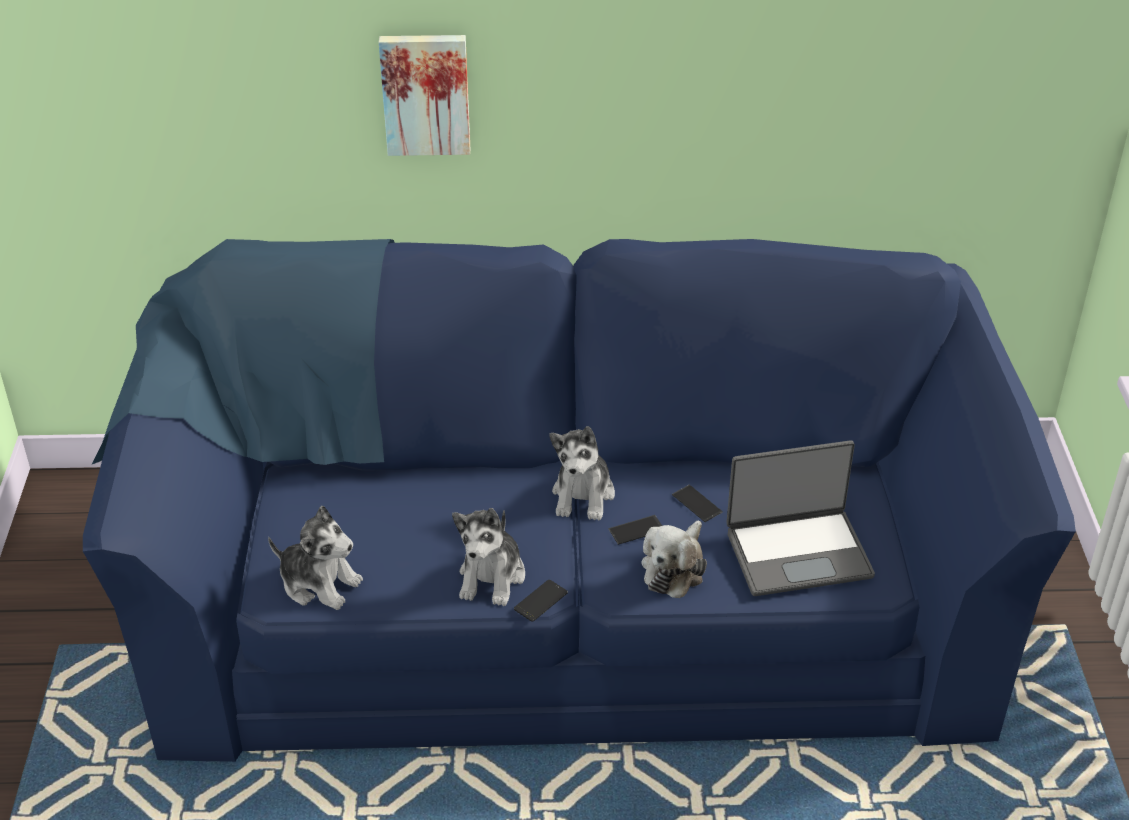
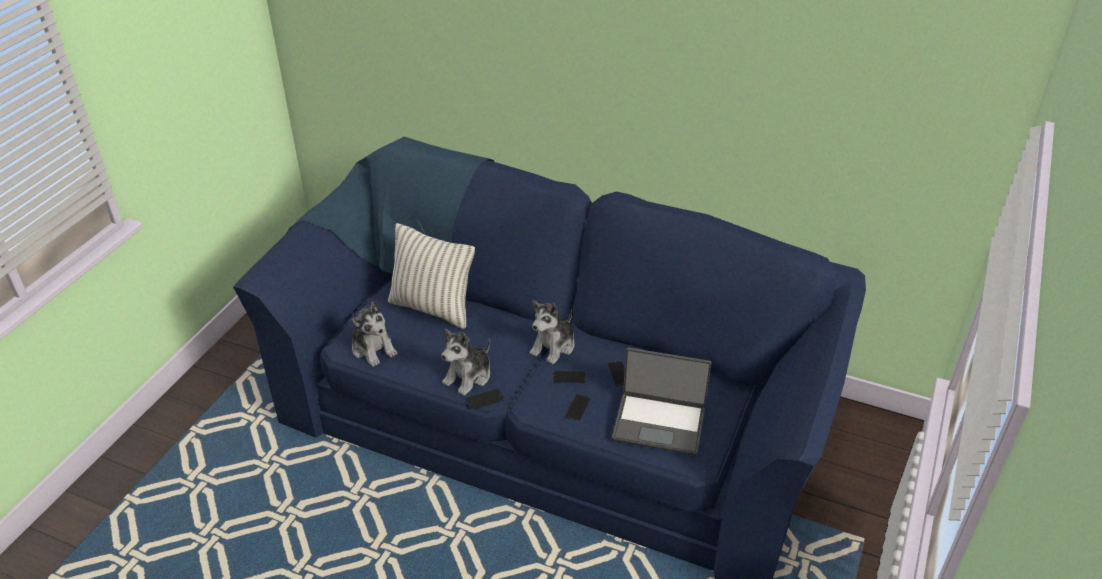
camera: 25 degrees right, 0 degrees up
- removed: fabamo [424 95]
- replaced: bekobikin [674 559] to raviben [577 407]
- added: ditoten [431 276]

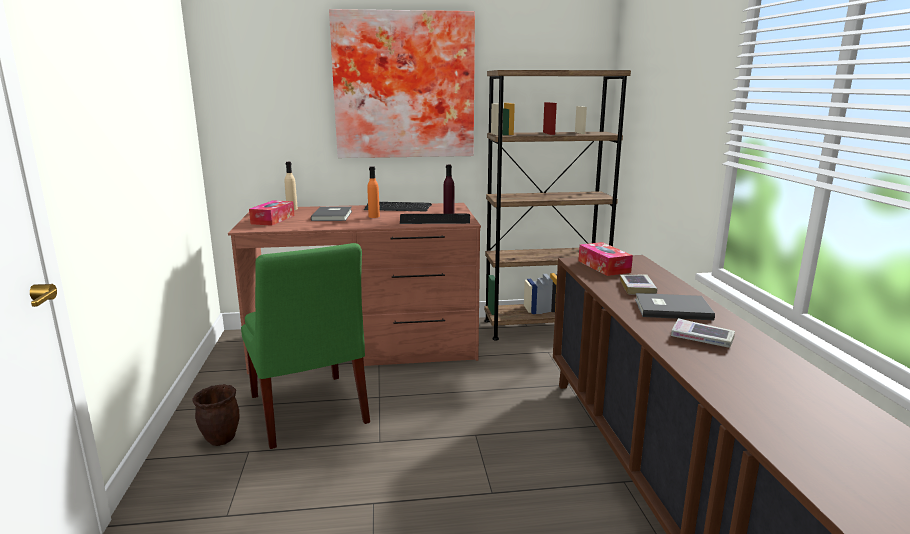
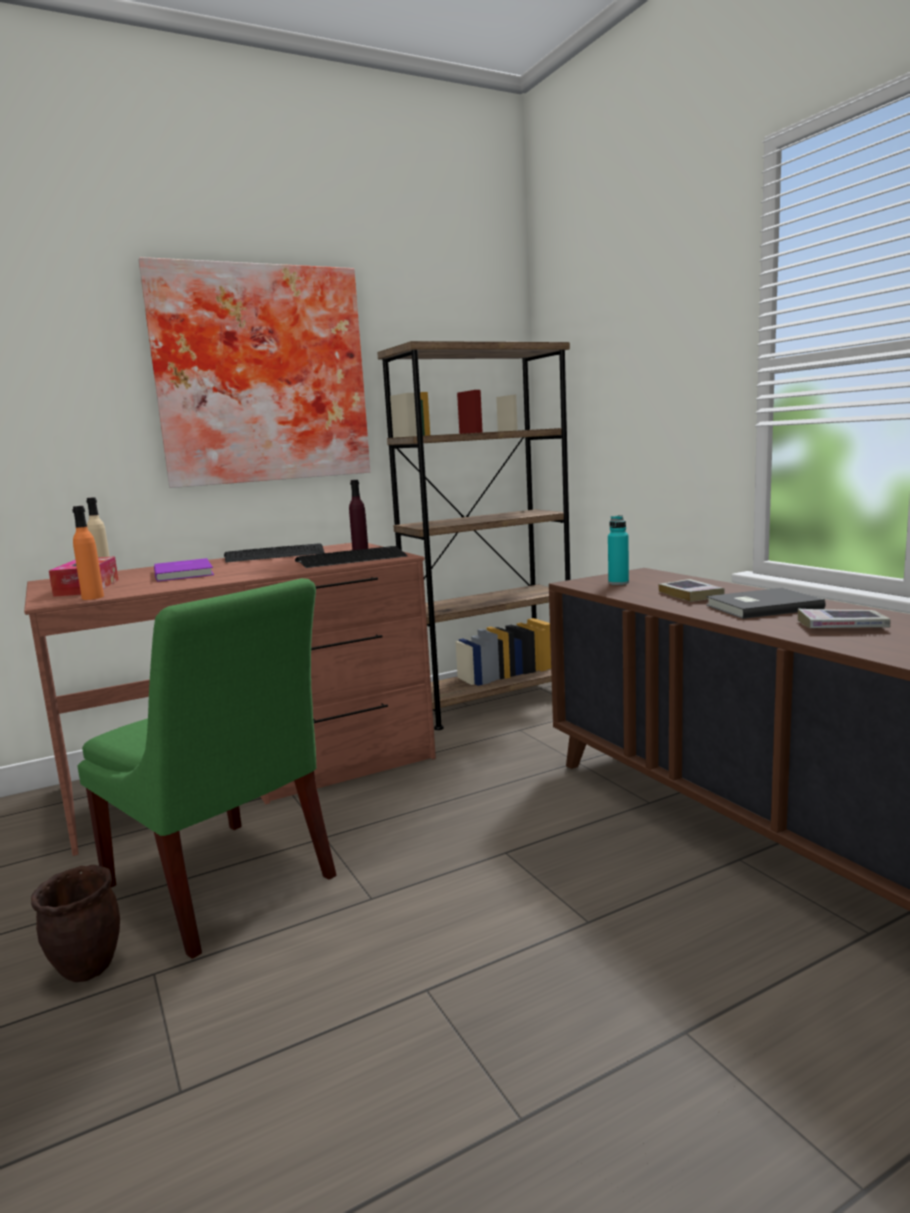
camera: 20 degrees left, 5 degrees down
- recoloured: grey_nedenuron [331 214] to purple_nedenuron [184 570]
- moved: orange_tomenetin [373 192] to [88 553]
- replaced: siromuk [605 259] to turquoise_tomenetin [618 550]

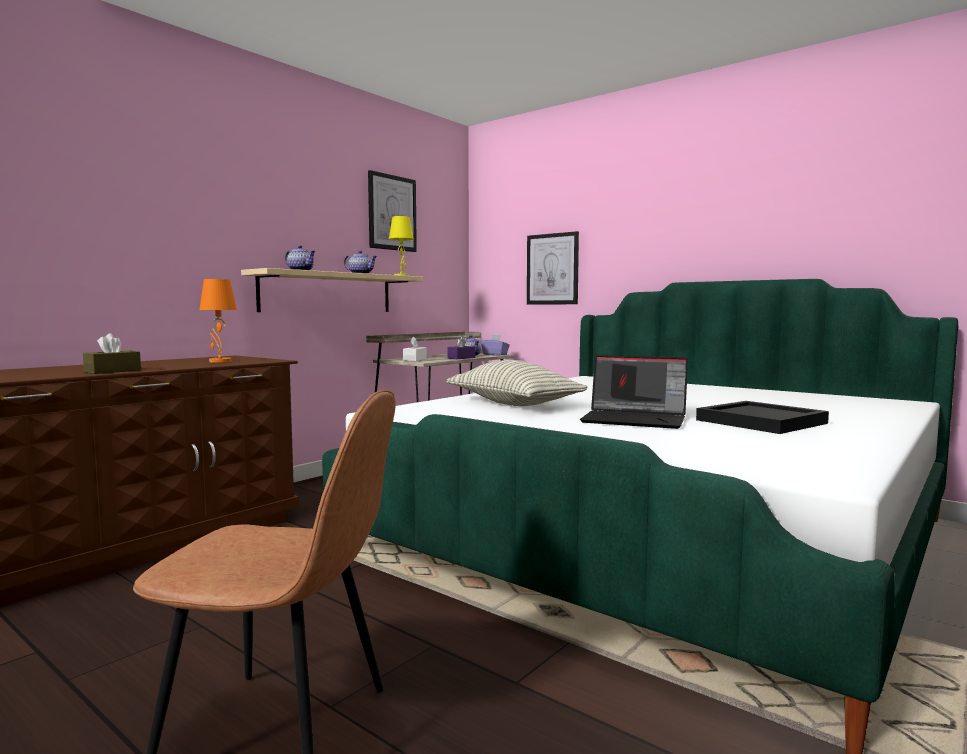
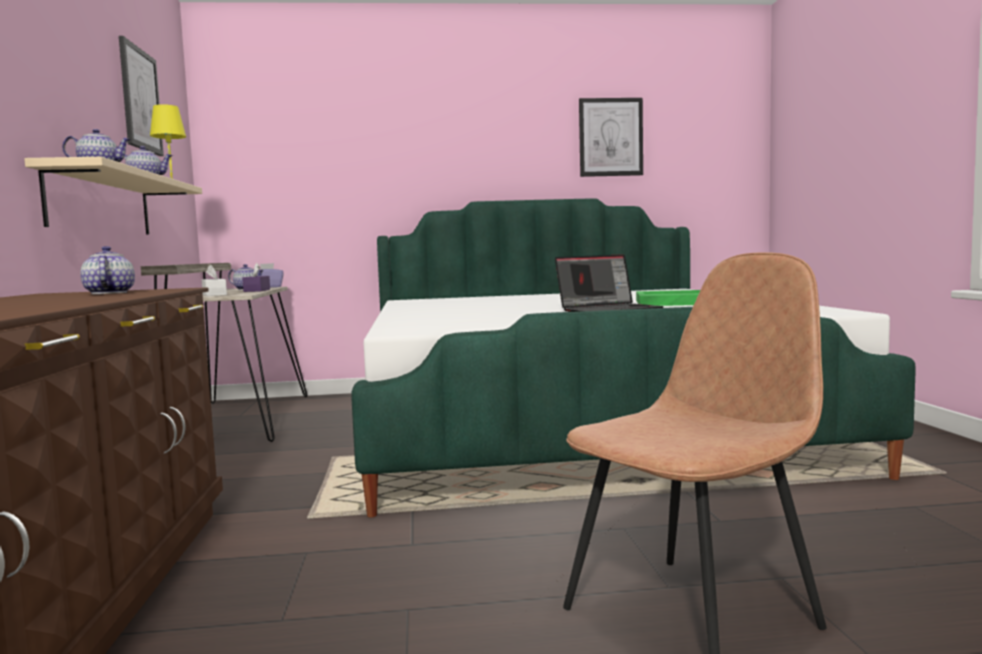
camera: 45 degrees left, 0 degrees up
- removed: brown_siromuk [112 353]
- replaced: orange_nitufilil [218 321] to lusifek [107 270]
- removed: ditoten [517 383]
- moved: fabamo [553 268] to [611 137]
- recoloured: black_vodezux [762 417] to green_vodezux [668 298]

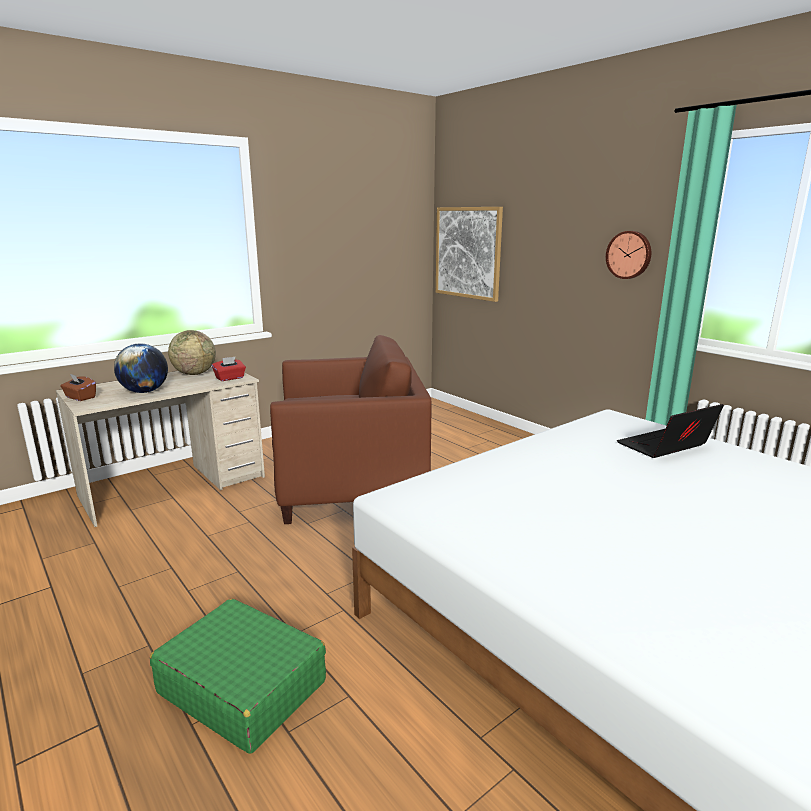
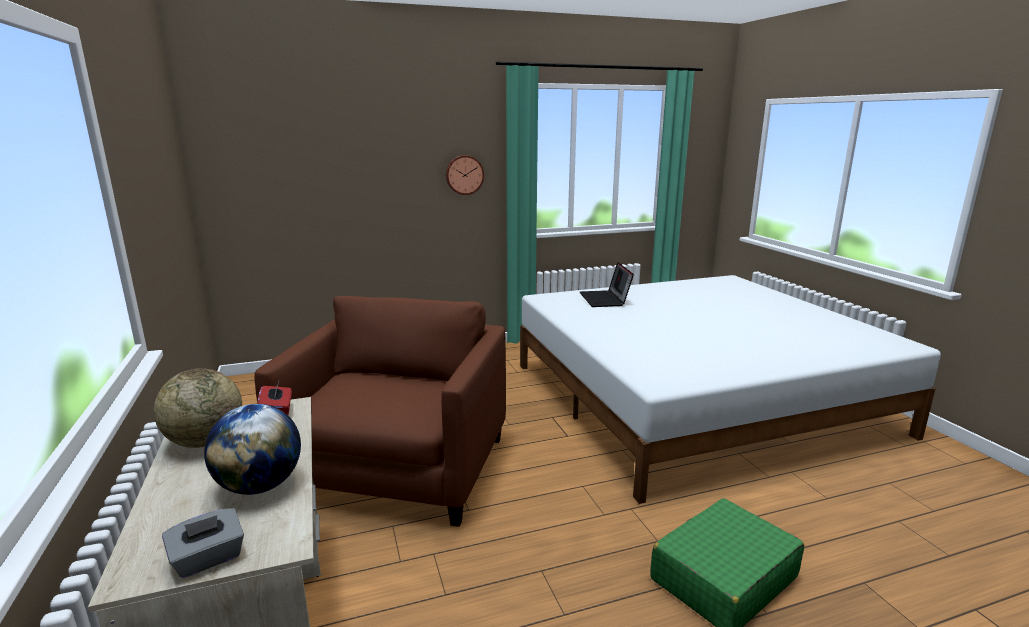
camera: 70 degrees left, 0 degrees up
- recoloured: brown_siromuk [78 387] to grey_siromuk [203 543]
- removed: fabamo [469 254]

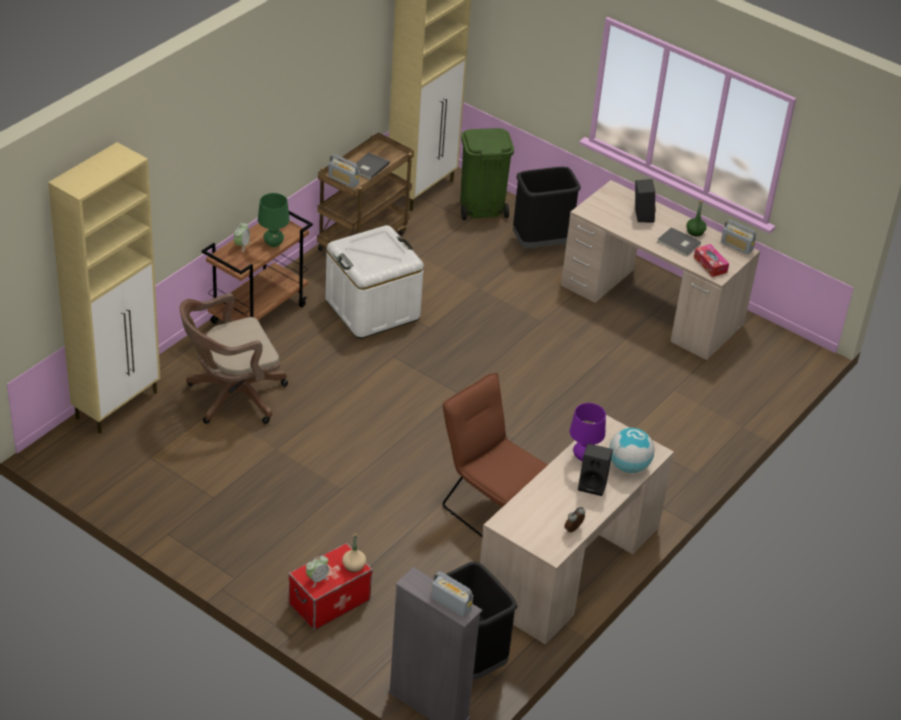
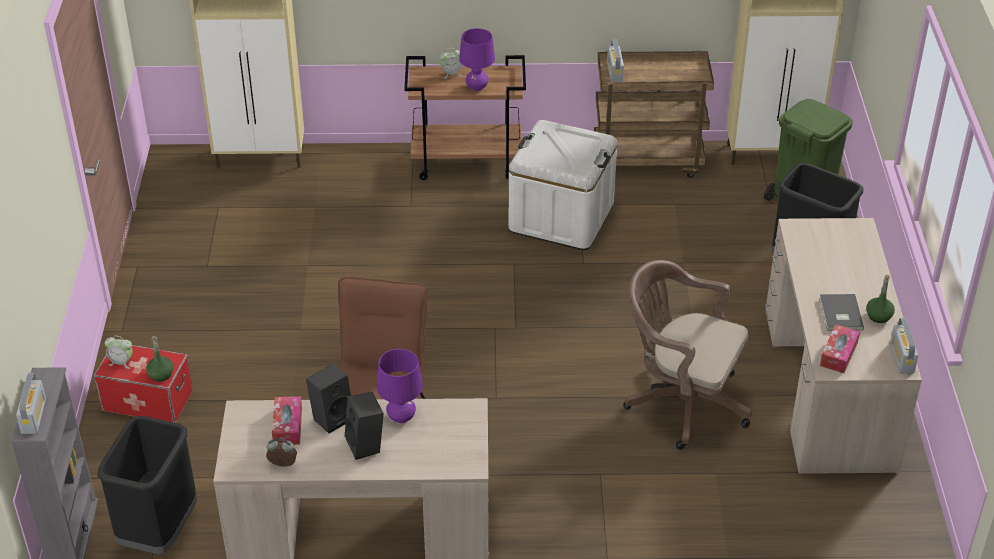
camera: 55 degrees right, 0 degrees up
- moved: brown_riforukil [233 358] to [687 355]
- recoloured: green_nitufilil [274 220] to purple_nitufilil [477 59]
- recoloured: beige_tomenetin [354 552] to green_tomenetin [160 359]
- removed: grey_nedenuron [371 166]
- removed: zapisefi [632 450]
- moved: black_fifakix [645 201] to [328 398]
- added: siromuk [287 420]

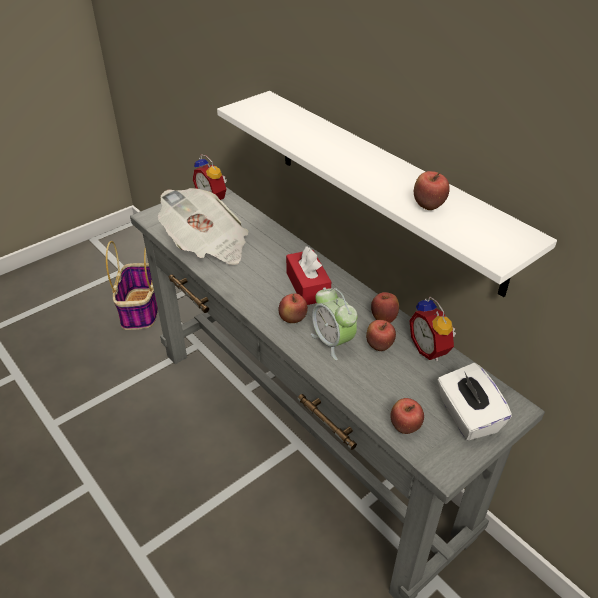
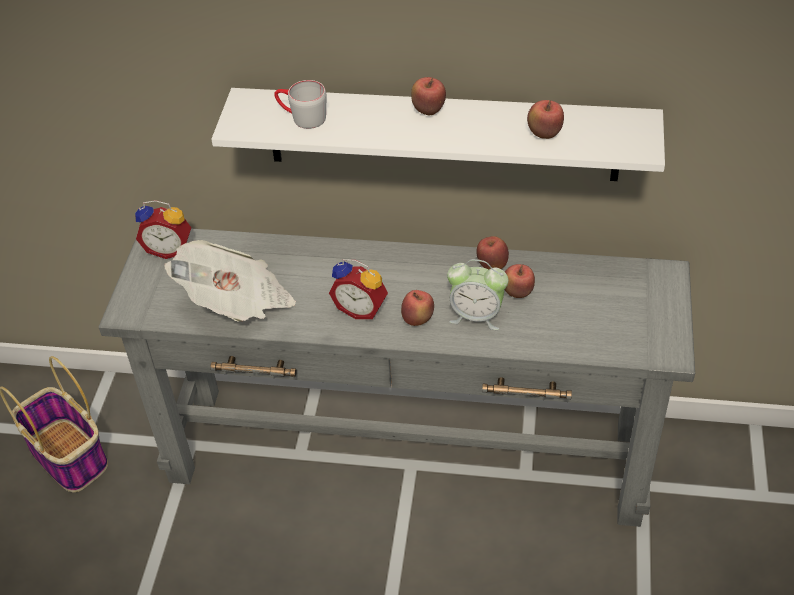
camera: 40 degrees left, 5 degrees up
- removed: red_siromuk [308 275]
- moved: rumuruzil [407 416] to [428 96]
- moved: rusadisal [432 329] to [358 289]
- removed: white_siromuk [475 402]
- added: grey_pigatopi [300 104]

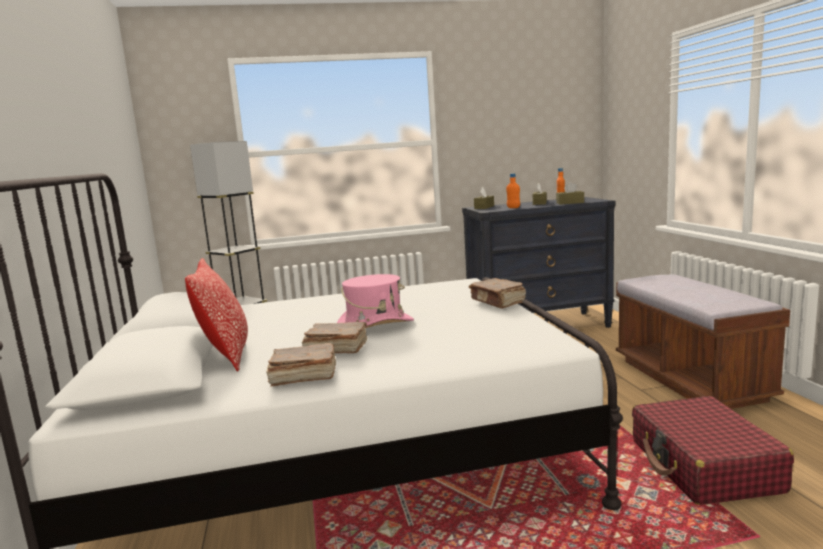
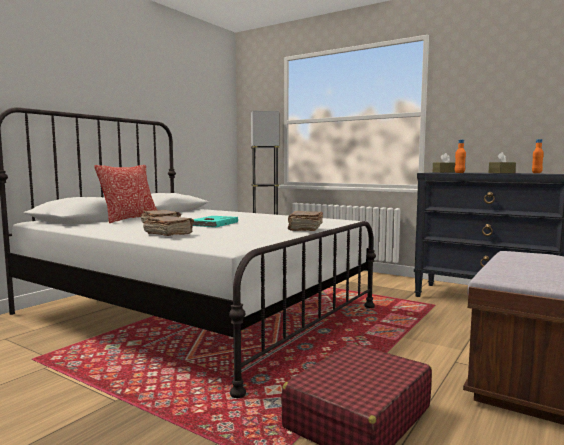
camera: 45 degrees right, 5 degrees down
- moved: brown_nedenuron [301 365] to [168 226]
- replaced: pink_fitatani [375 301] to turquoise_nedenuron [215 221]
- removed: brown_siromuk [570 193]

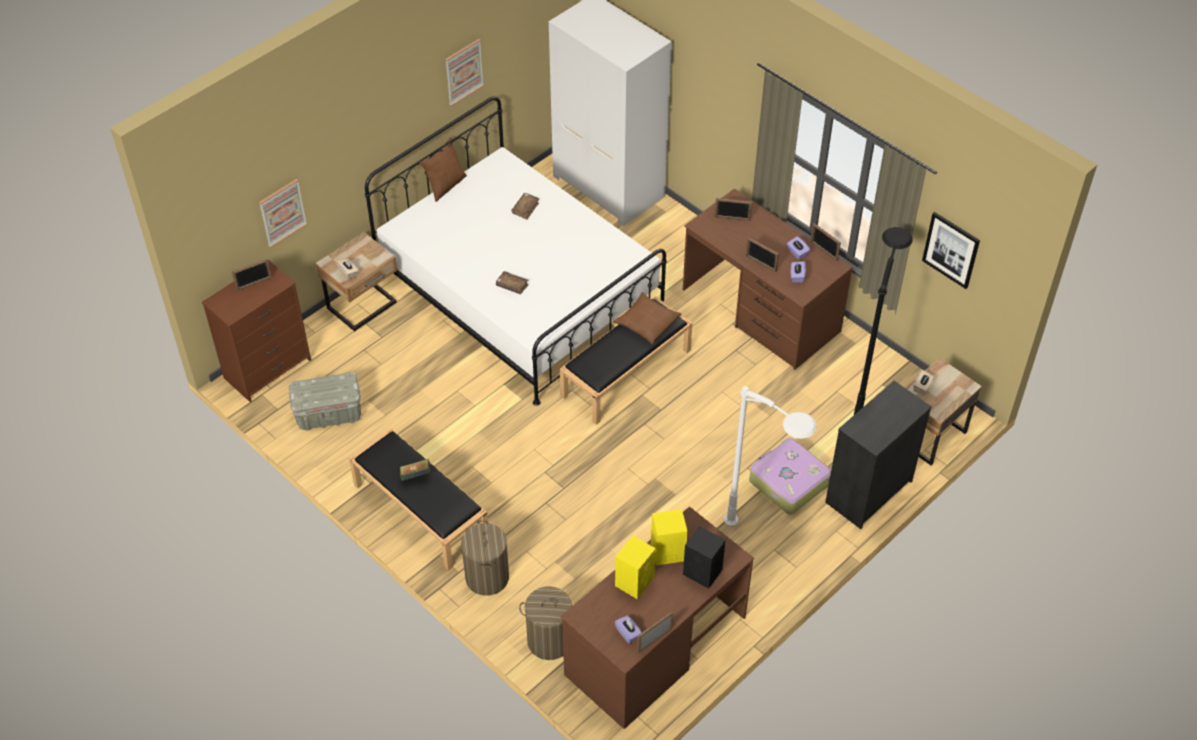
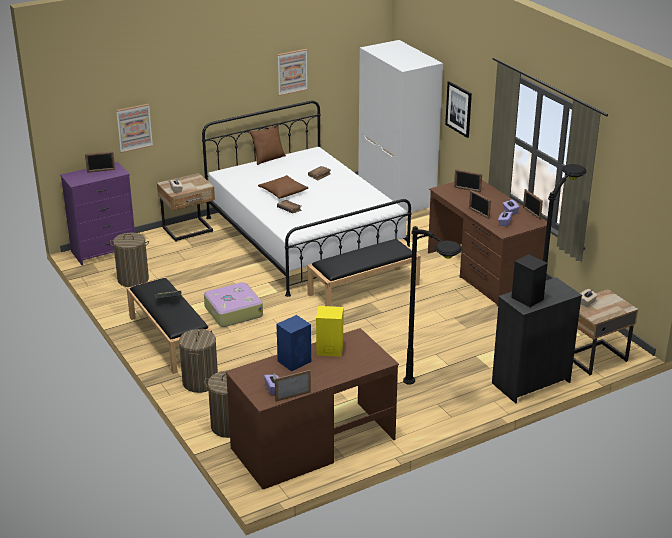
camera: 15 degrees right, 20 degrees down
- recoloured: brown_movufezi [256 331] to purple_movufezi [97 214]
- replaced: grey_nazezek [325 401] to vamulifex [129 260]
- moved: brown_ditoten [647 318] to [283 187]
- recoloured: yellow_fifakix [635 567] to blue_fifakix [293 343]
- moved: black_fifakix [704 557] to [529 280]
- recoloured: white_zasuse [770 456] to black_zasuse [432 305]
- moved: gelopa [790 476] to [233 304]
- moved: fabamo [951 250] to [458 109]

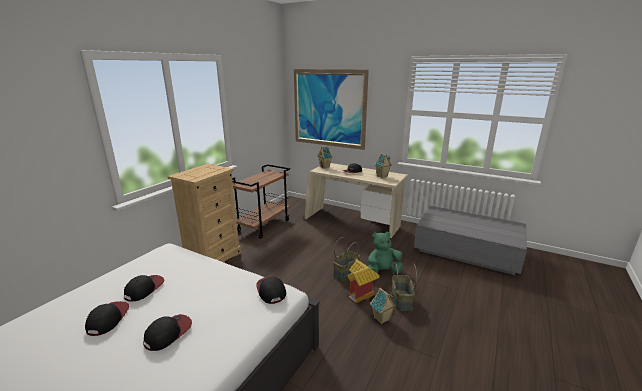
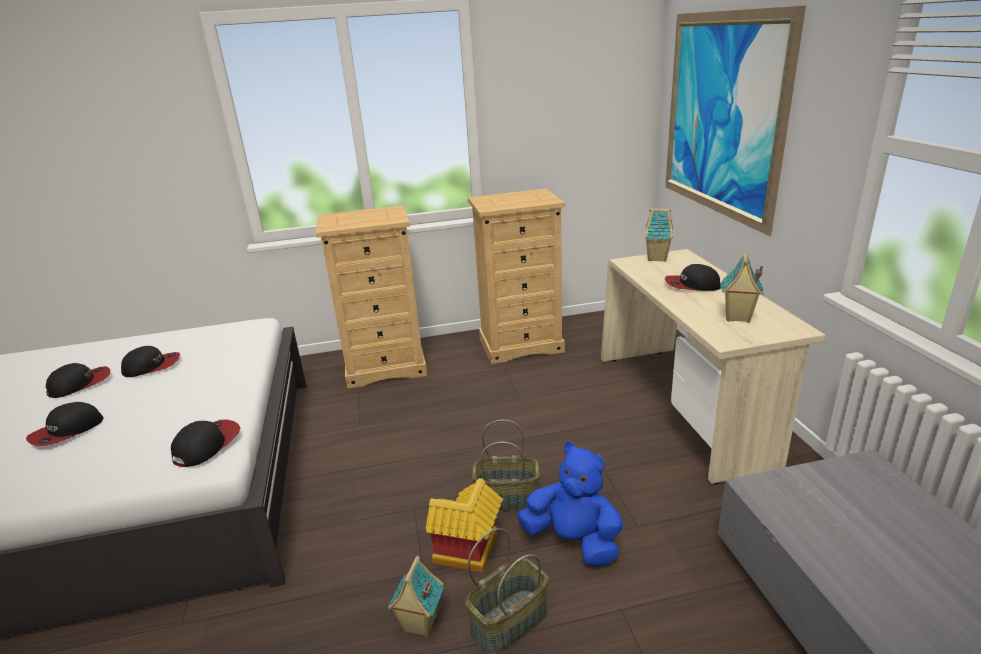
camera: 50 degrees right, 5 degrees up
- turned: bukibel [168 332] = [64 424] 135 degrees clockwise
- replaced: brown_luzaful [261 201] to beige_movufezi [516 276]
- recoloured: green_bekobikin [385 252] to blue_bekobikin [570 504]

